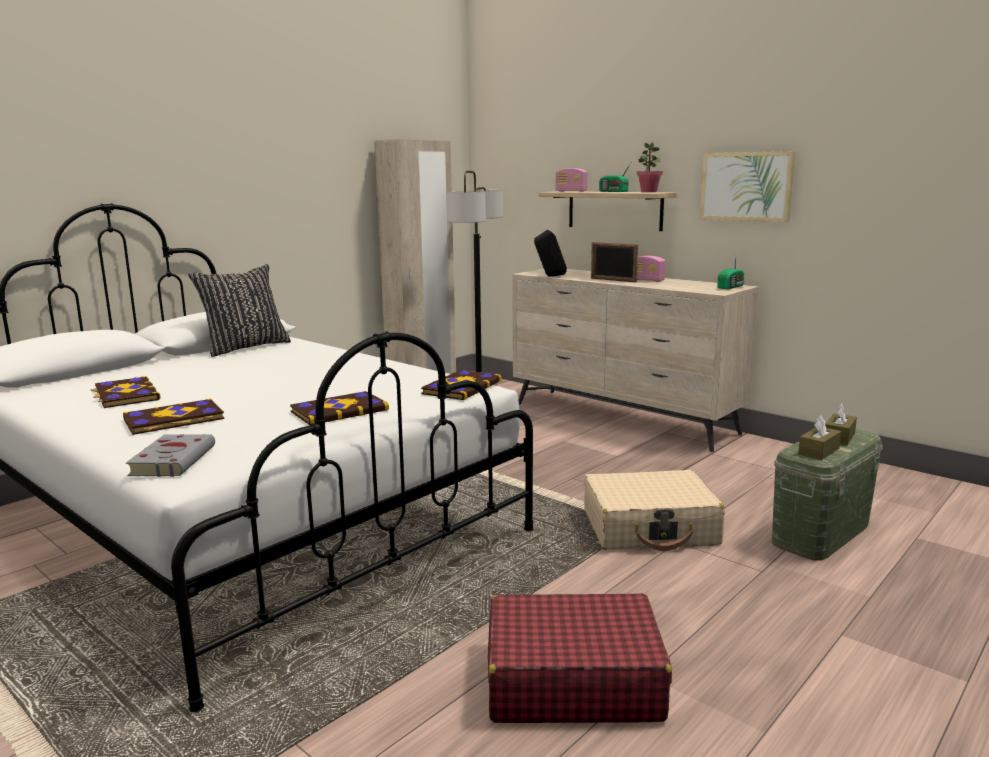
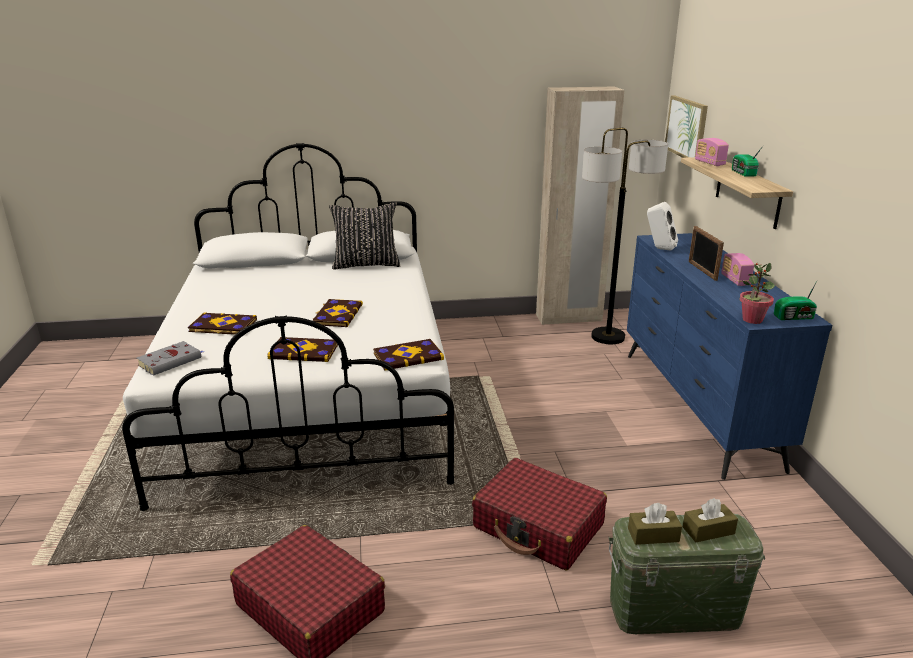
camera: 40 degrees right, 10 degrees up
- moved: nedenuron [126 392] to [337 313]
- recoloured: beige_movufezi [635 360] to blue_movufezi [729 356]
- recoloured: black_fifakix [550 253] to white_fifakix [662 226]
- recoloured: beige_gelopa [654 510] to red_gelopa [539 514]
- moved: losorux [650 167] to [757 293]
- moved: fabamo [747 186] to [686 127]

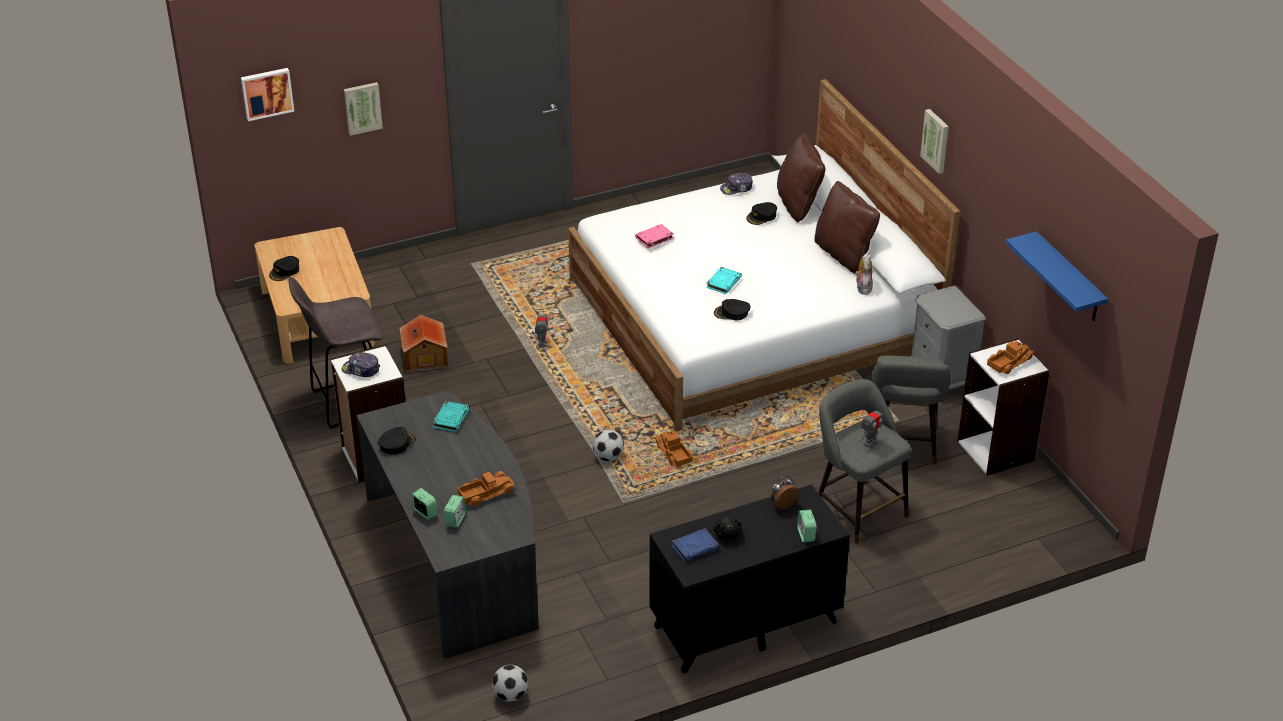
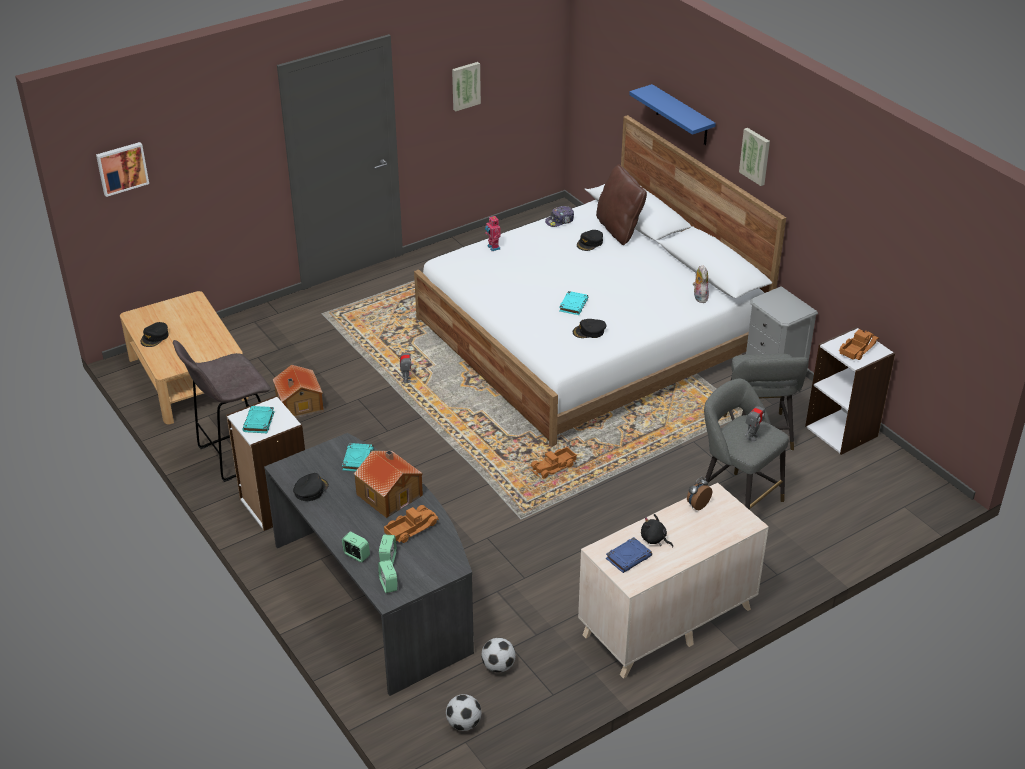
camera: 10 degrees left, 0 degrees up
- replaced: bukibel [360 364] to turquoise_nedenuron [258 419]
- moved: fabamo [363 109] to [466 86]
- moved: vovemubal [608 445] to [498 655]
- removed: pink_nedenuron [654 236]
- recoloured: black_movufezi [749 579] to beige_movufezi [673 581]
- turned: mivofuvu [674 449] = [554 463] 90 degrees counterclockwise
- turned: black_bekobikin [727 527] = [657 530] 150 degrees clockwise
- moved: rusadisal [807 526] to [388 576]
- removed: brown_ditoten [847 227]
- moved: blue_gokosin [1057 276] to [672 114]
- added: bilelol [388 484]
- added: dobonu [493 233]

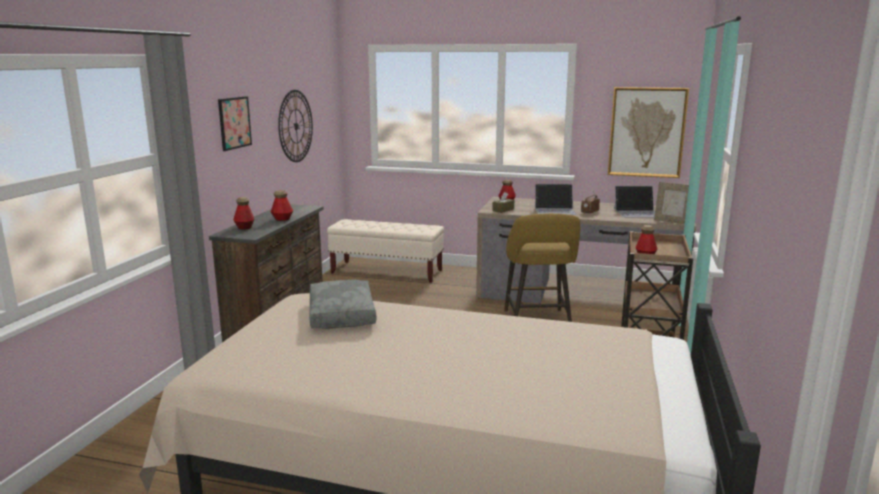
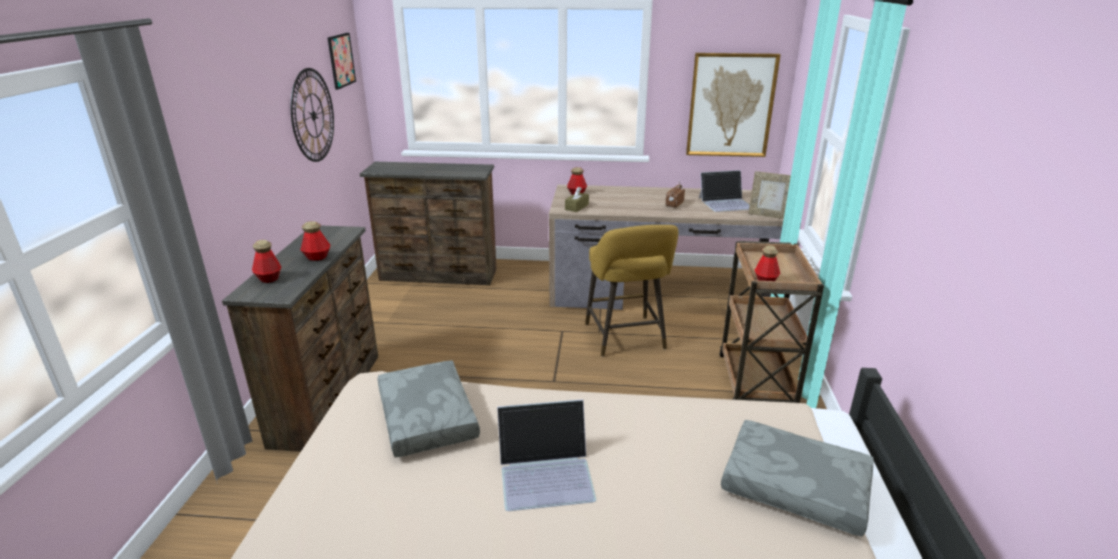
camera: 10 degrees left, 10 degrees up
- moved: fabamo [235 123] to [342 61]
- replaced: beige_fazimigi [385 251] to brown_movufezi [428 223]
- moved: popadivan [555 199] to [546 455]
- added: grey_ditoten [797 478]

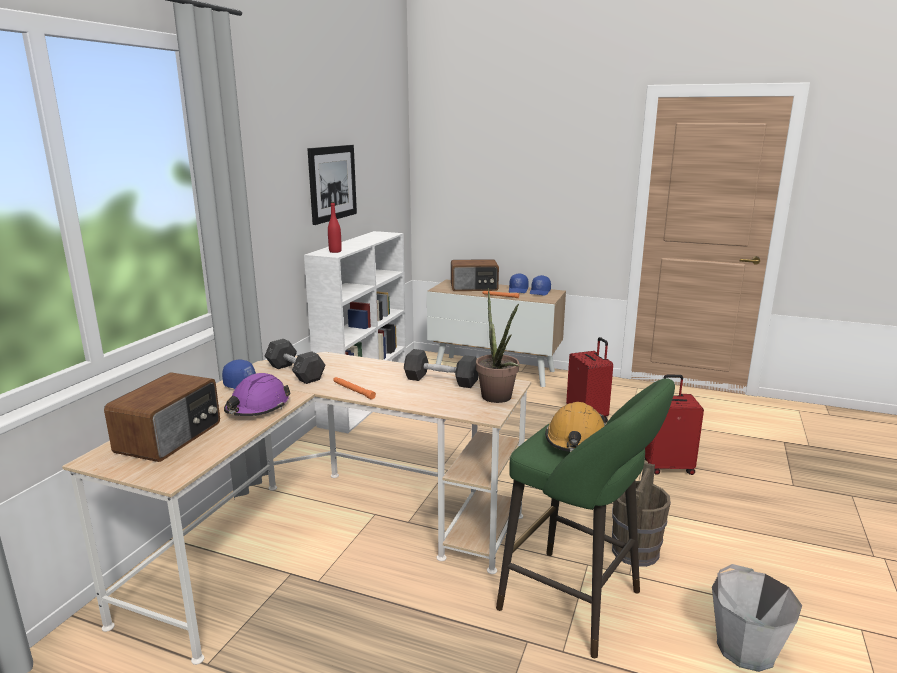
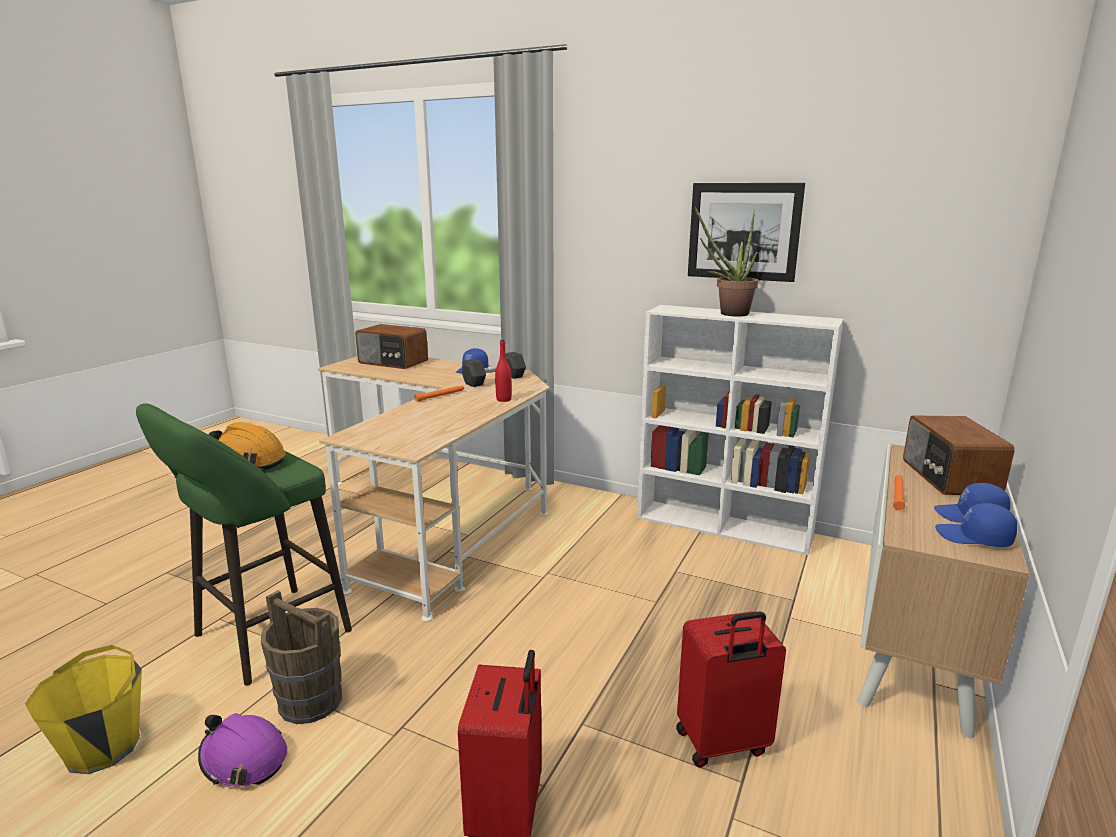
camera: 95 degrees right, 0 degrees up
- moved: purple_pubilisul [257 394] to [242 749]
- moved: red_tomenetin [335 227] to [503 371]
- removed: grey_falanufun [441 368]
- moved: losorux [497 345] to [726 262]
- recoloured: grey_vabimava [757 618] to yellow_vabimava [83 709]

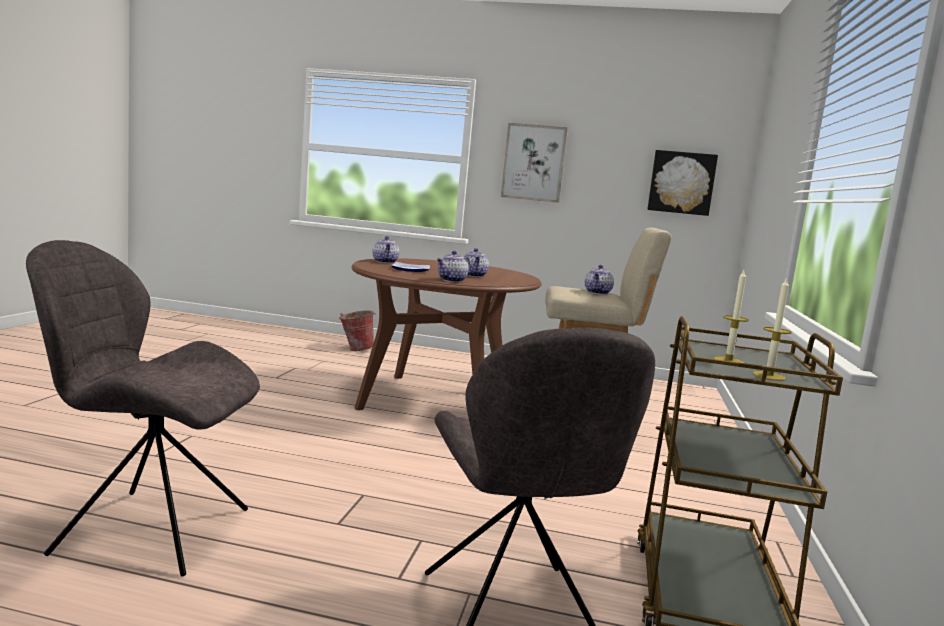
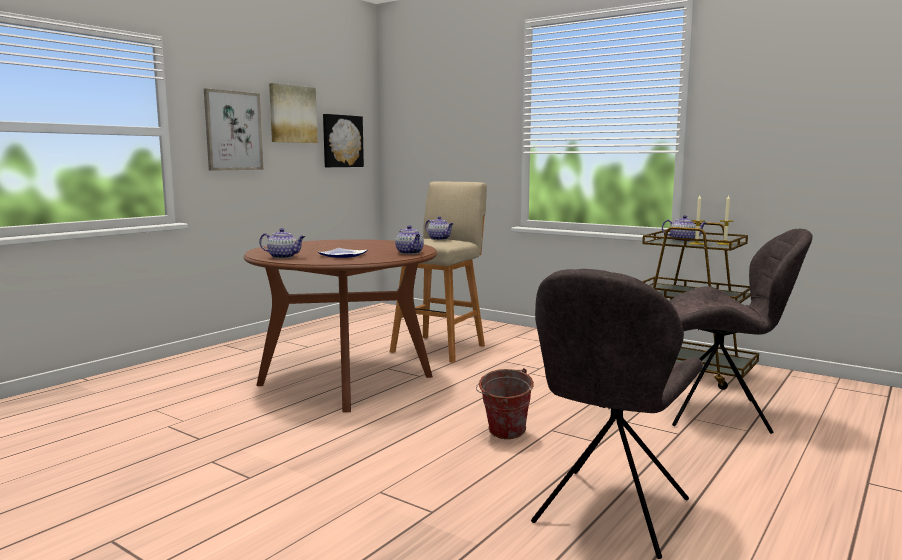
camera: 65 degrees left, 0 degrees up
- moved: vabimava [357 331] to [505 403]
- moved: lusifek [476 262] to [684 228]
- added: fabamo [293 113]

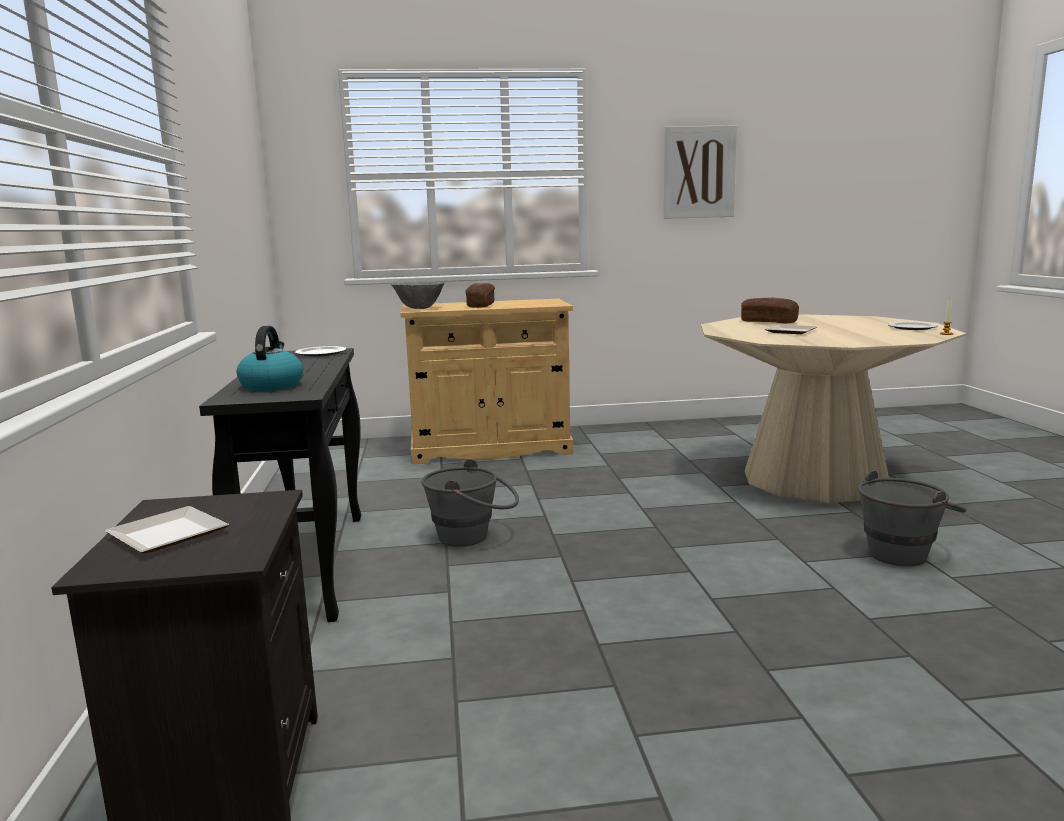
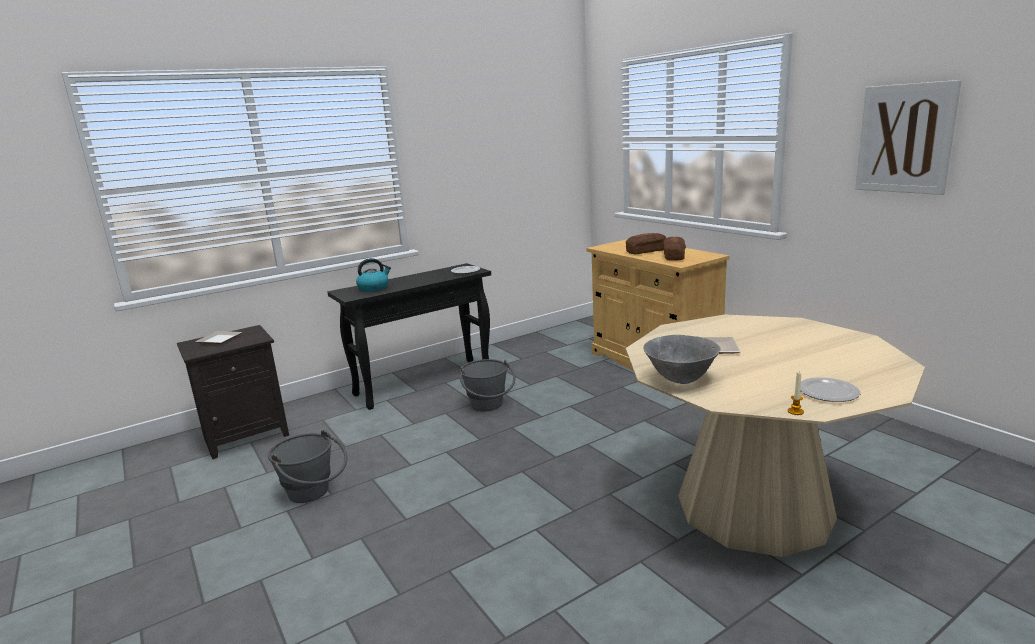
camera: 65 degrees right, 5 degrees up
- moved: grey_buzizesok [418 295] to [682 359]
- moved: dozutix [770 311] to [674 249]
- moved: grey_vabimava [912 518] to [307 466]

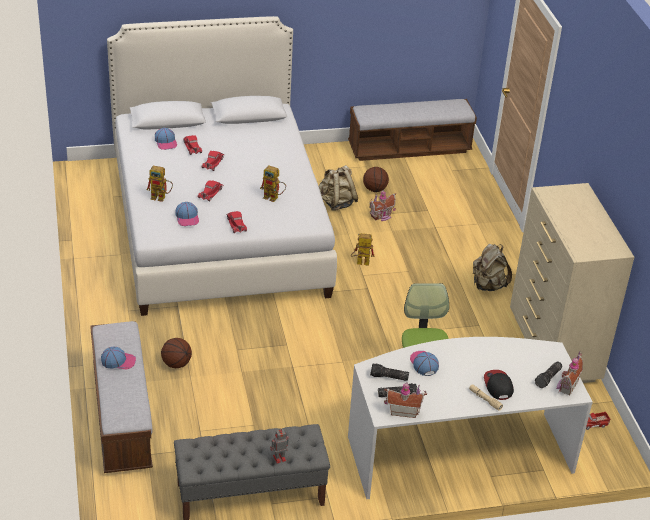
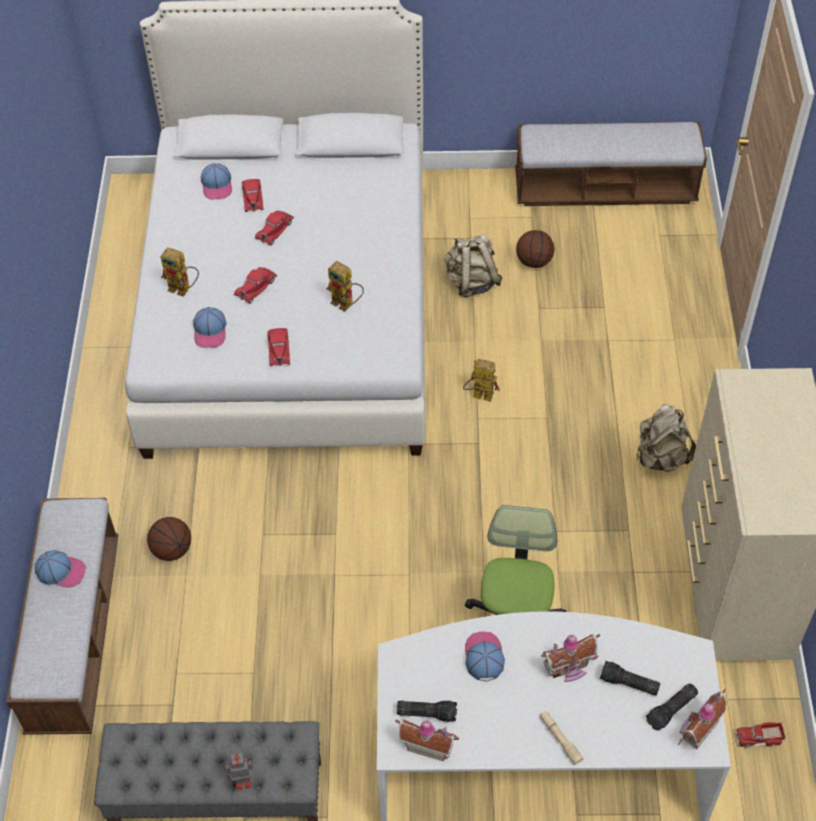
camera: 15 degrees right, 15 degrees up
- moved: bilelol [382 205] to [570 658]
- moved: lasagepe [389 372] to [630 678]
- removed: bukibel [499 385]

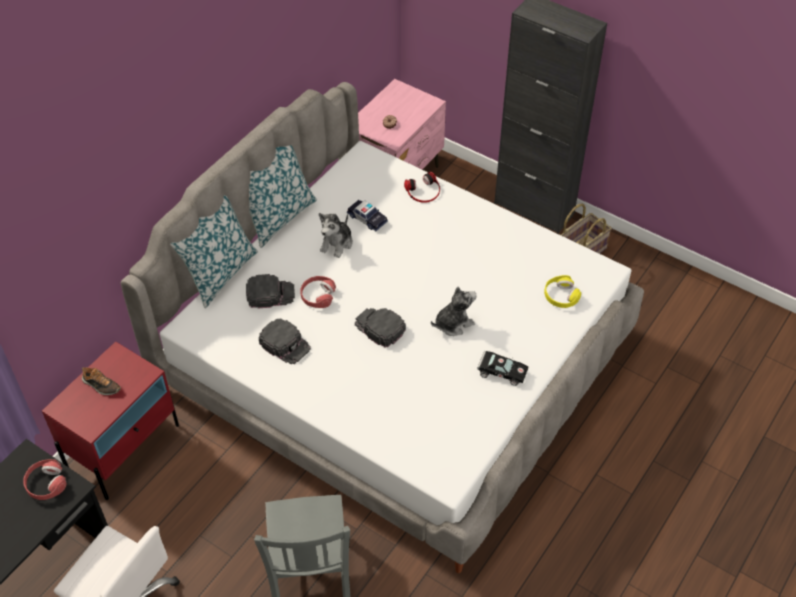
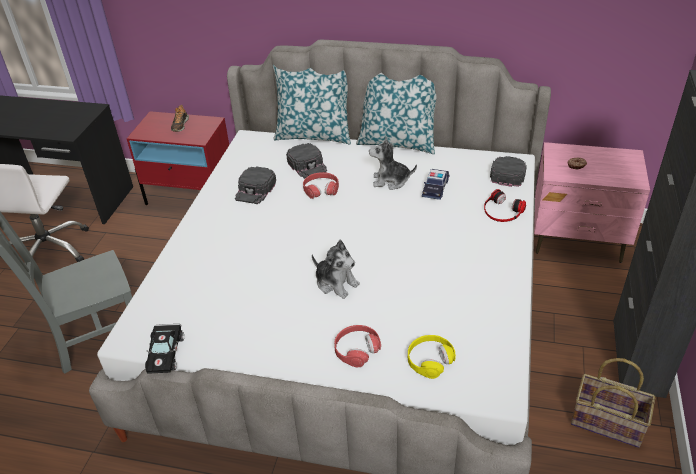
camera: 70 degrees right, 10 degrees down
- moved: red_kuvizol [45 479] to [357 346]
- moved: black_bukibel [380 328] to [508 171]
- moved: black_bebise [503 368] to [164 348]

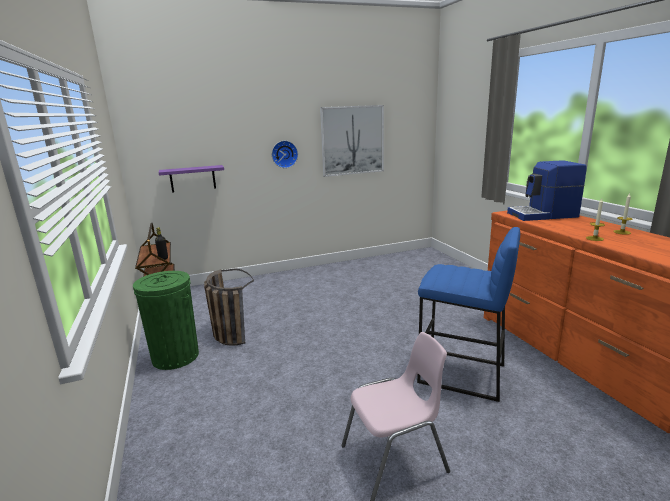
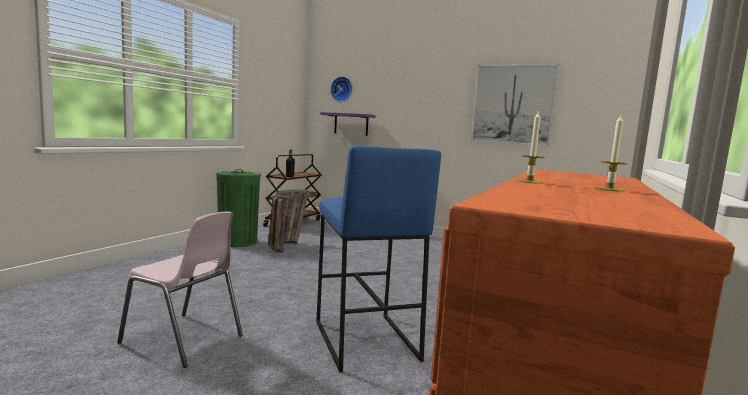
camera: 45 degrees right, 10 degrees down
- moved: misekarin [285 154] to [341 89]
- removed: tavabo [547 190]

